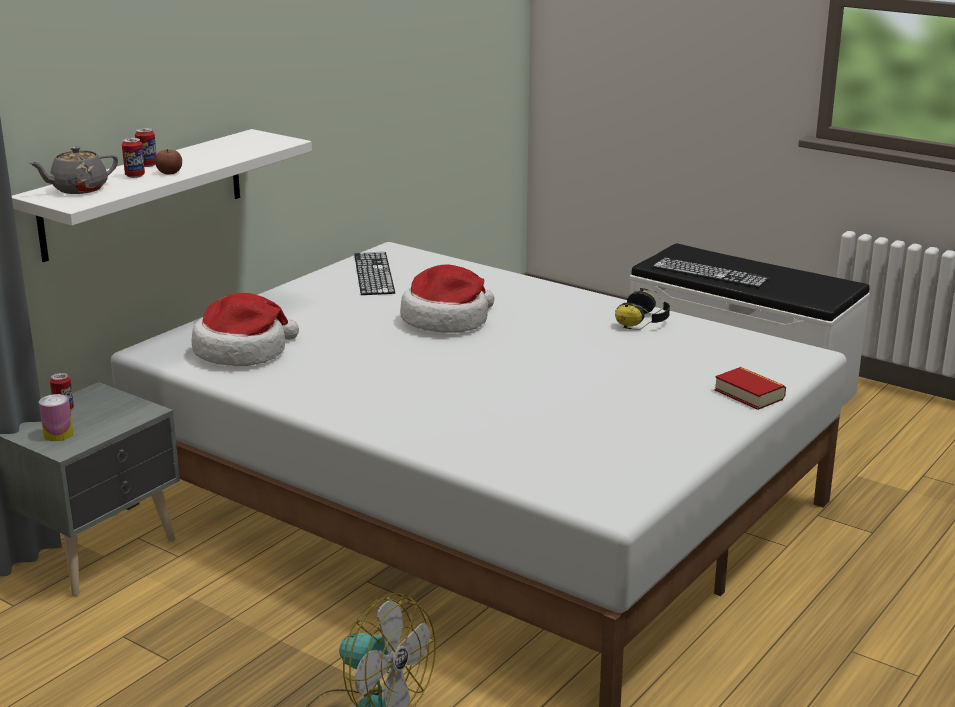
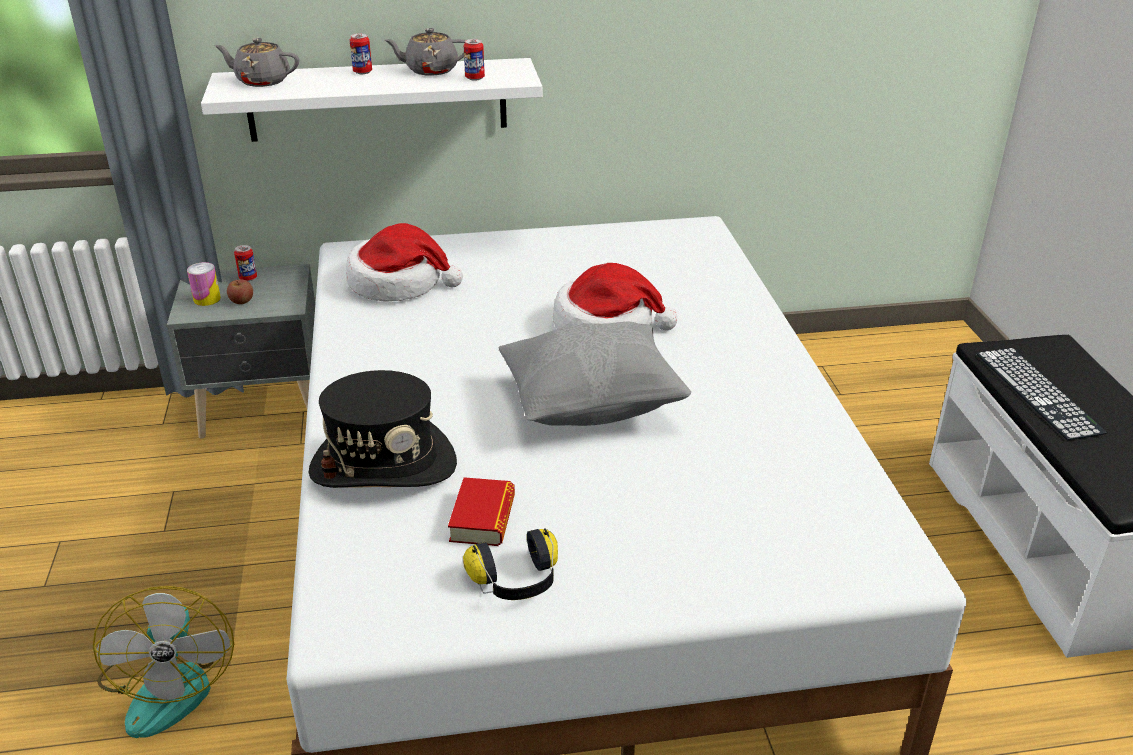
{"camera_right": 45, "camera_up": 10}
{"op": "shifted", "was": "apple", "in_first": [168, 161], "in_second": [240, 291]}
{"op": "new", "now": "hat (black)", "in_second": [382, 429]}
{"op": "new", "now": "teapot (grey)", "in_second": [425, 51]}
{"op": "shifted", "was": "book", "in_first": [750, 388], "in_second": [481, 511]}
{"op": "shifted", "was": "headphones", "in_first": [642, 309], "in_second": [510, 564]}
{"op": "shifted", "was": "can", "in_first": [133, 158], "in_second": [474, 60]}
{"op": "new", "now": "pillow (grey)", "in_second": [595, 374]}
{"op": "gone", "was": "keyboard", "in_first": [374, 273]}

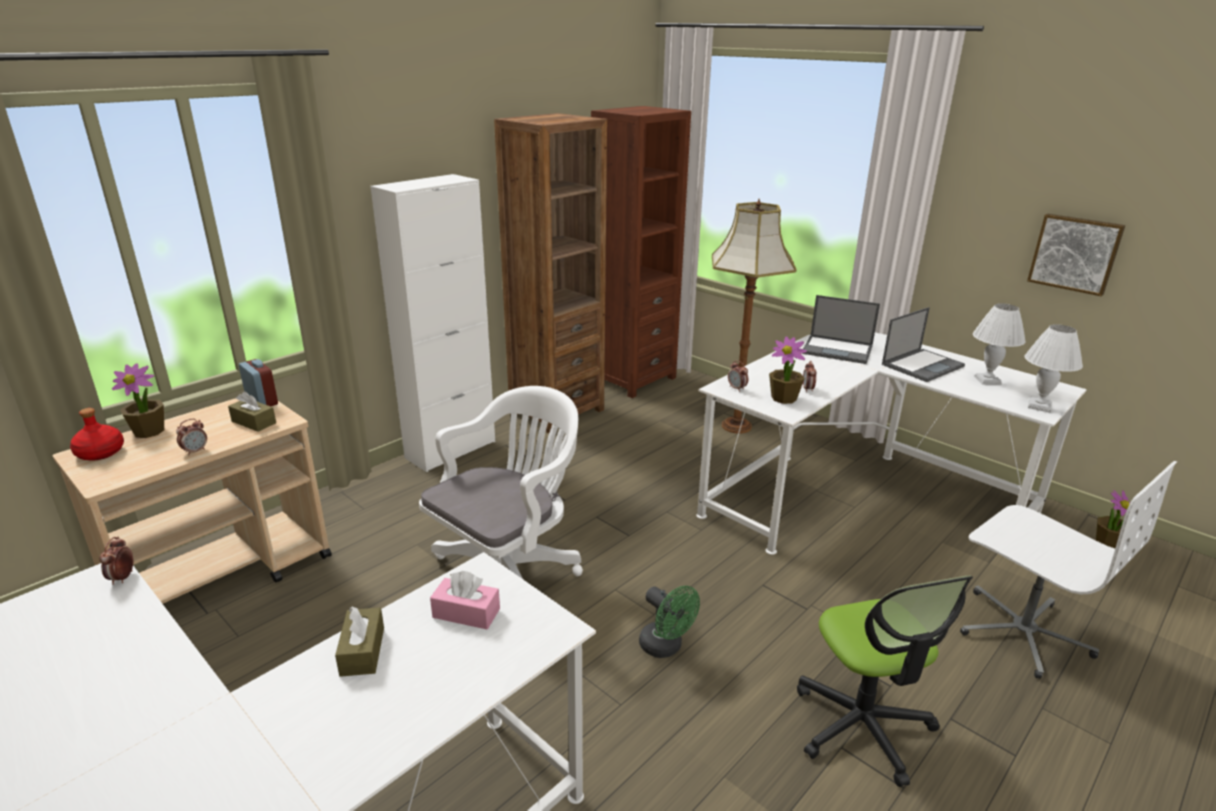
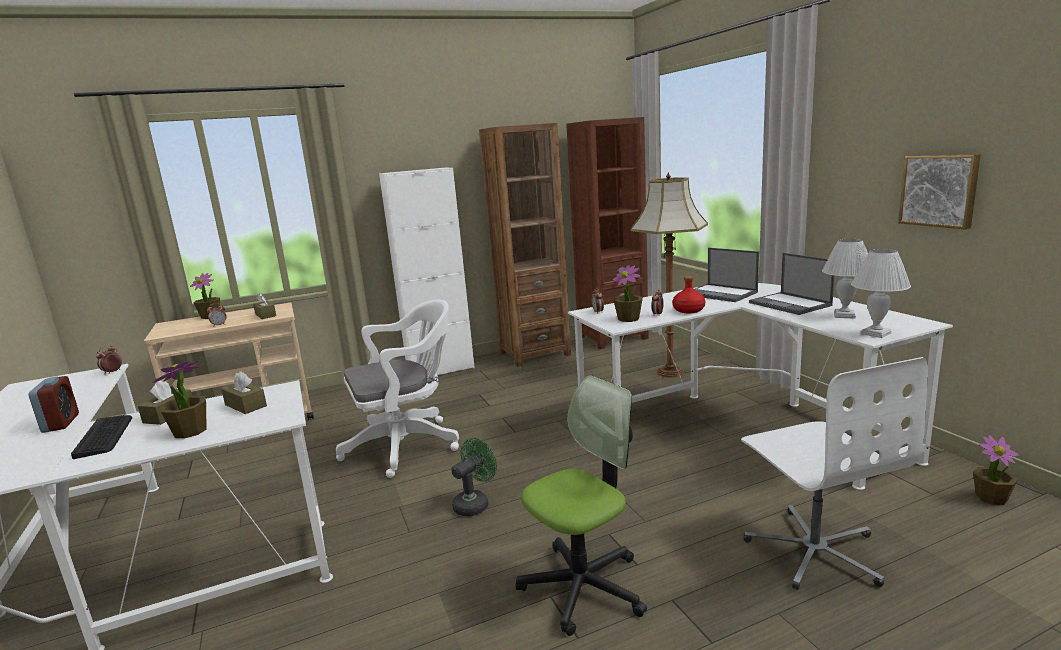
{"camera_right": 25, "camera_up": -10}
{"op": "shifted", "was": "alarm clock", "in_first": [258, 382], "in_second": [53, 404]}
{"op": "new", "now": "keyboard", "in_second": [101, 437]}
{"op": "new", "now": "potted plant", "in_second": [179, 399]}
{"op": "repainted", "was": "tissue box (pink)", "now": "tissue box (brown)", "in_first": [465, 600], "in_second": [244, 392]}
{"op": "rotated", "was": "fan (green)", "in_first": [669, 622], "in_second": [474, 477], "clockwise": -120}
{"op": "rotated", "was": "office chair", "in_first": [885, 681], "in_second": [581, 505], "clockwise": -135}
{"op": "shifted", "was": "bottle (red)", "in_first": [97, 434], "in_second": [688, 294]}
{"op": "rotated", "was": "laptop", "in_first": [923, 344], "in_second": [792, 284], "clockwise": 75}

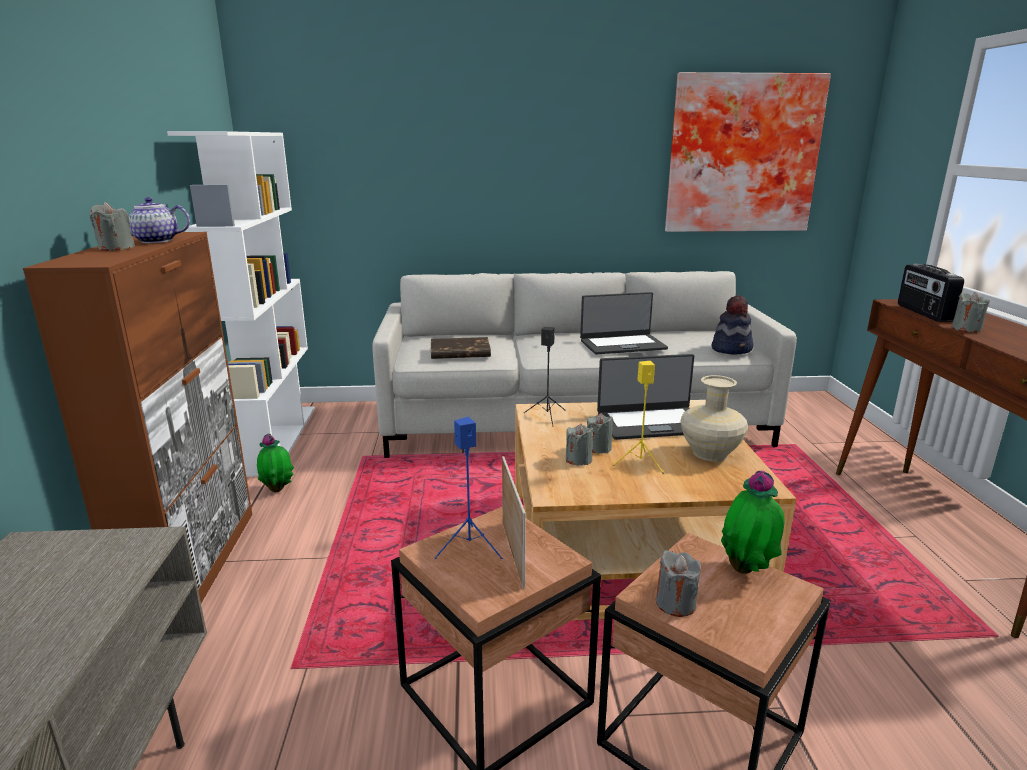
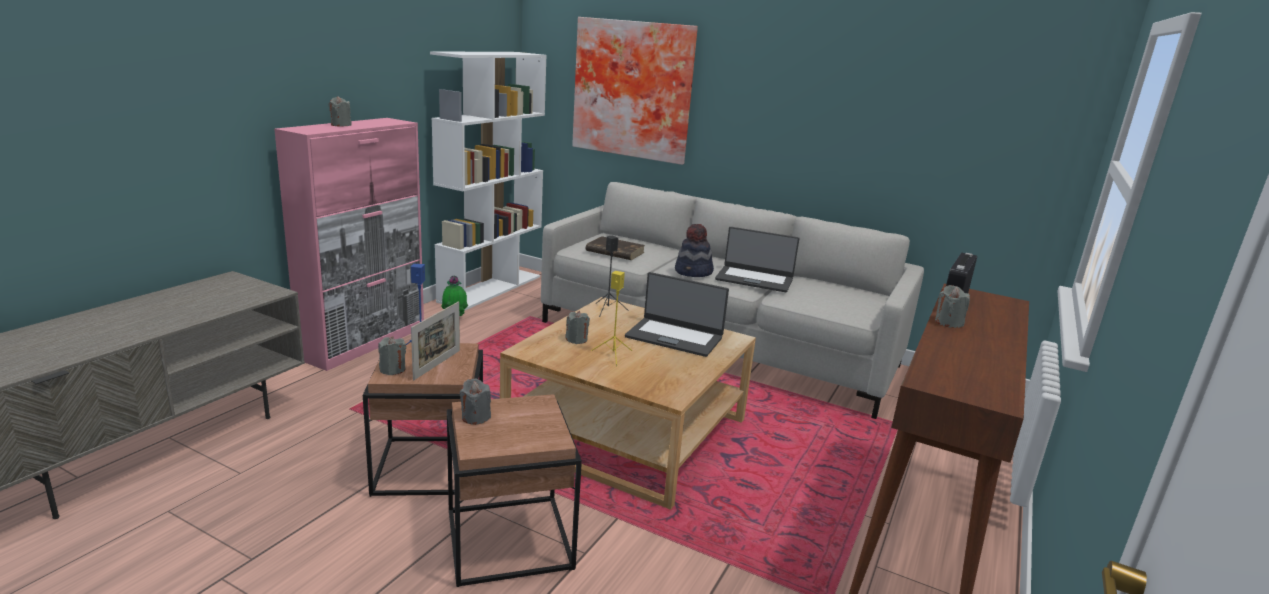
{"camera_right": 30, "camera_up": 0}
{"op": "repainted", "was": "cabinet (brown)", "now": "cabinet (pink)", "in_first": [137, 417], "in_second": [349, 244]}
{"op": "shifted", "was": "candle (grey)", "in_first": [600, 433], "in_second": [392, 355]}
{"op": "shifted", "was": "picture", "in_first": [748, 152], "in_second": [635, 91]}
{"op": "shifted", "was": "hat", "in_first": [732, 324], "in_second": [694, 250]}
{"op": "gone", "was": "teapot", "in_first": [154, 220]}
{"op": "gone", "was": "vase (beige)", "in_first": [714, 418]}
{"op": "gone", "was": "potted plant", "in_first": [752, 522]}

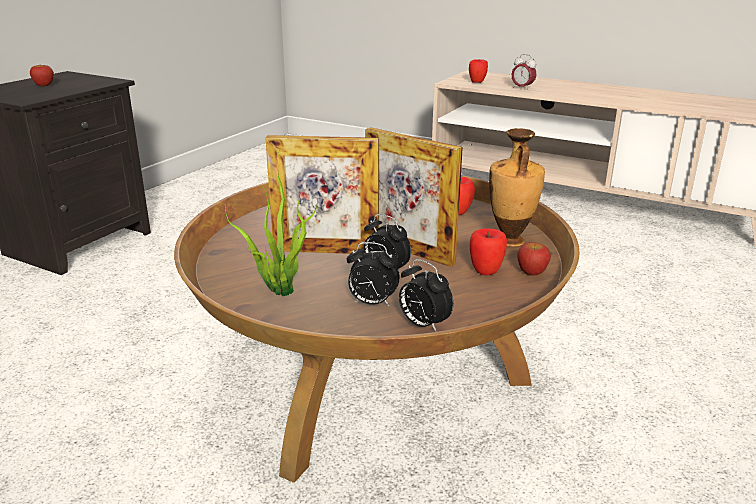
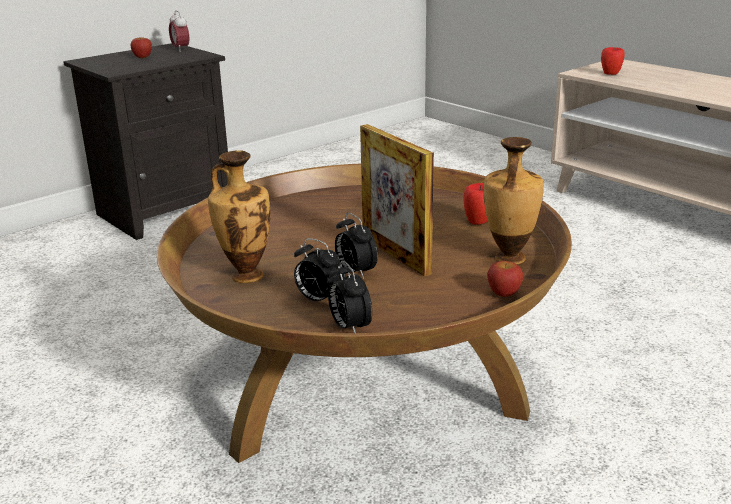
{"camera_right": 20, "camera_up": 0}
{"op": "shifted", "was": "alarm clock", "in_first": [524, 71], "in_second": [179, 31]}
{"op": "swapped", "was": "potted plant", "now": "vase", "in_first": [271, 222], "in_second": [239, 216]}
{"op": "gone", "was": "picture frame", "in_first": [322, 194]}
{"op": "gone", "was": "apple", "in_first": [488, 251]}

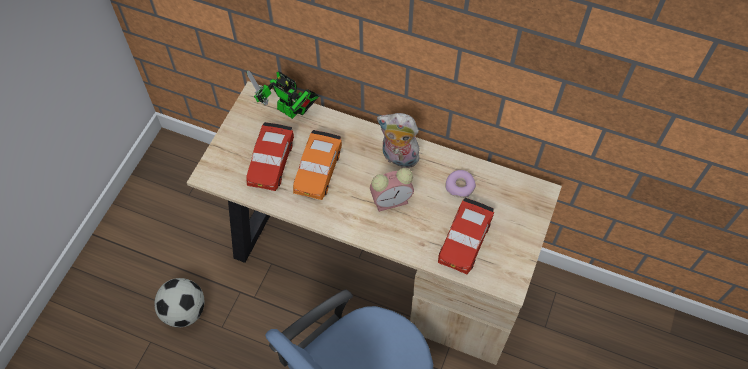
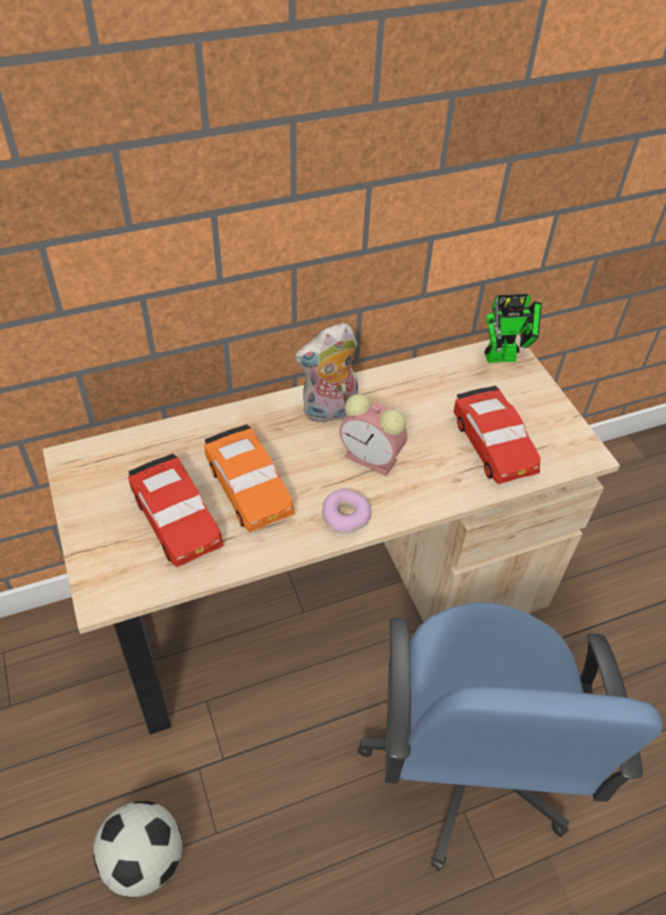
{"camera_right": -45, "camera_up": -10}
{"op": "shifted", "was": "donut", "in_first": [460, 184], "in_second": [346, 511]}
{"op": "rotated", "was": "alarm clock", "in_first": [392, 190], "in_second": [373, 435], "clockwise": 90}
{"op": "shifted", "was": "toy robot", "in_first": [283, 95], "in_second": [513, 328]}

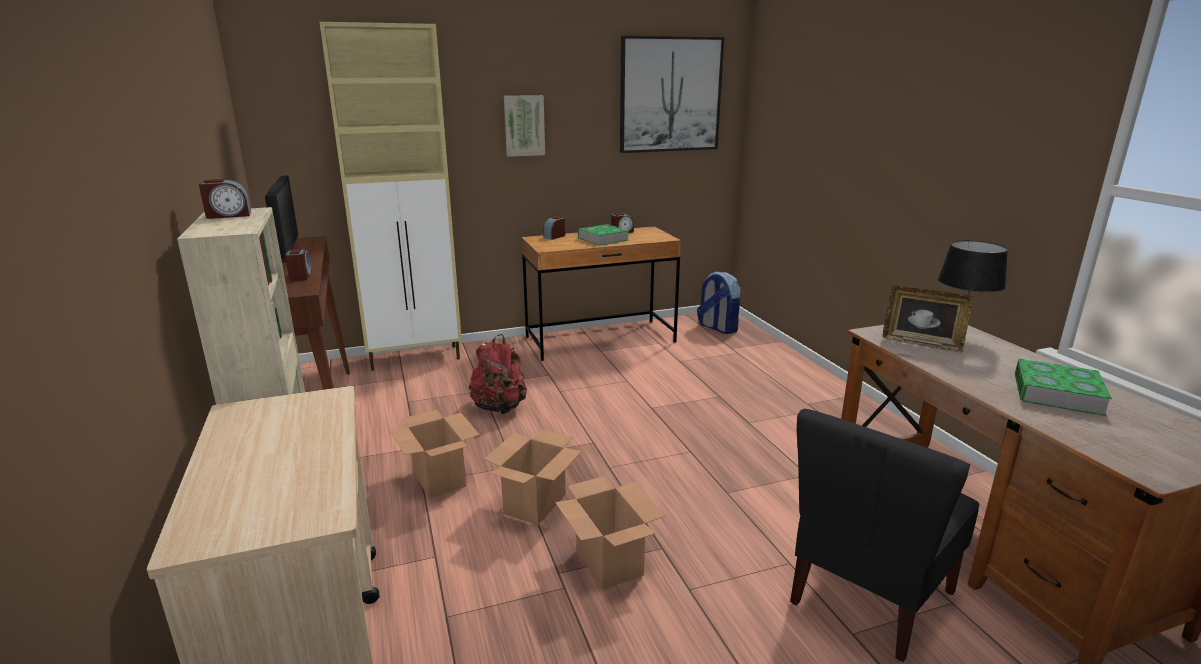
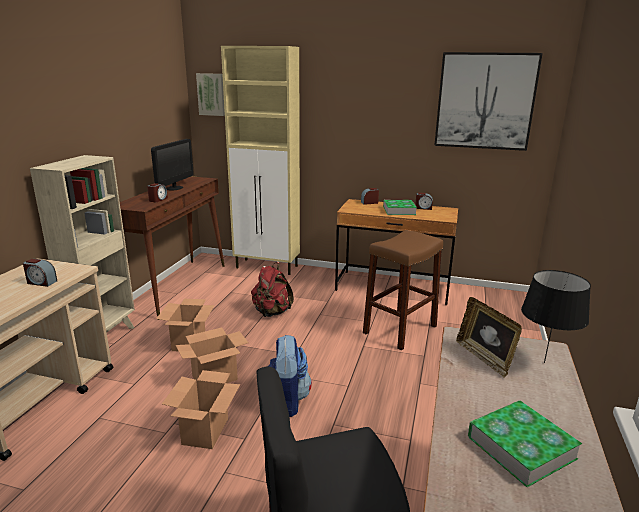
{"camera_right": 35, "camera_up": 0}
{"op": "shifted", "was": "alarm clock", "in_first": [225, 199], "in_second": [40, 273]}
{"op": "shifted", "was": "picture", "in_first": [524, 126], "in_second": [210, 94]}
{"op": "shifted", "was": "backpack", "in_first": [719, 302], "in_second": [290, 376]}
{"op": "new", "now": "stool (brown)", "in_second": [403, 290]}

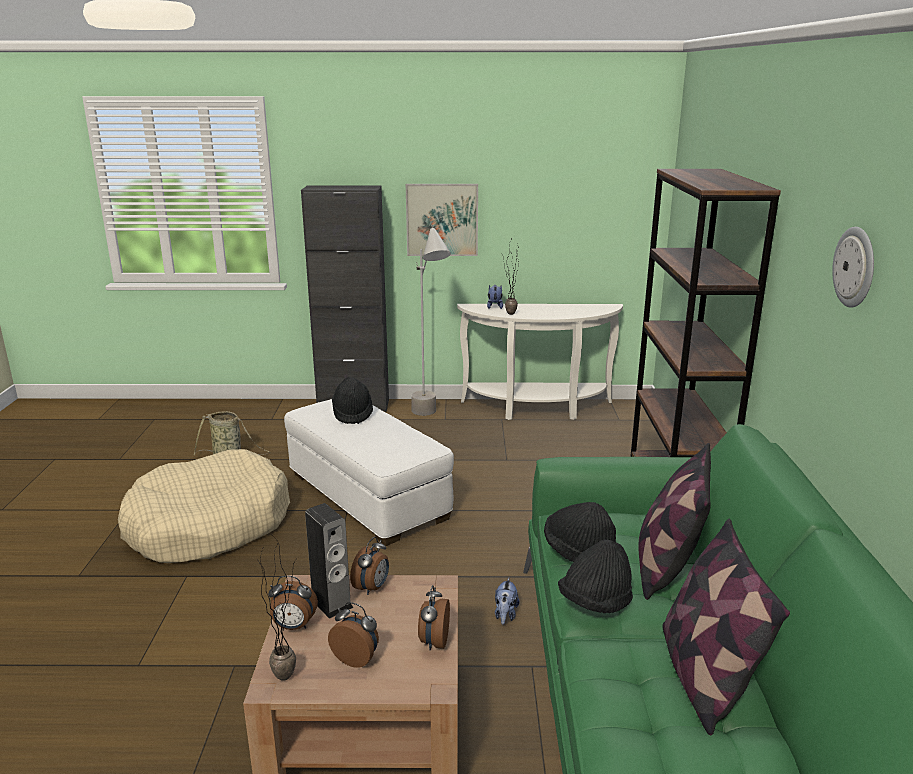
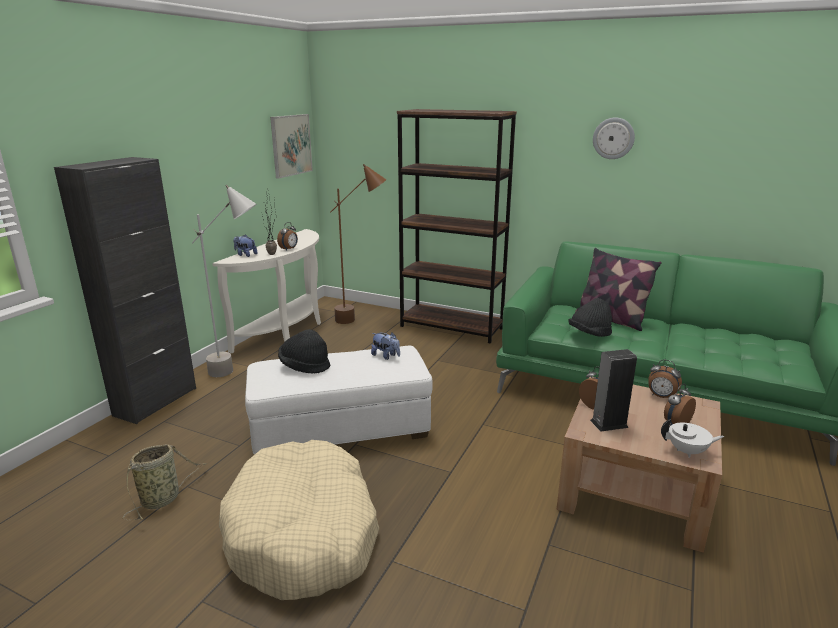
{"camera_right": -65, "camera_up": 0}
{"op": "shifted", "was": "picture", "in_first": [442, 220], "in_second": [291, 146]}
{"op": "shifted", "was": "alarm clock", "in_first": [293, 603], "in_second": [287, 236]}
{"op": "new", "now": "floor lamp (brown)", "in_second": [358, 244]}
{"op": "shifted", "was": "plush toy", "in_first": [507, 601], "in_second": [385, 346]}
{"op": "swapped", "was": "potted plant", "now": "teapot (white)", "in_first": [277, 608], "in_second": [692, 438]}
{"op": "gone", "was": "hat (black)", "in_first": [595, 576]}
{"op": "gone", "was": "pillow", "in_first": [726, 627]}

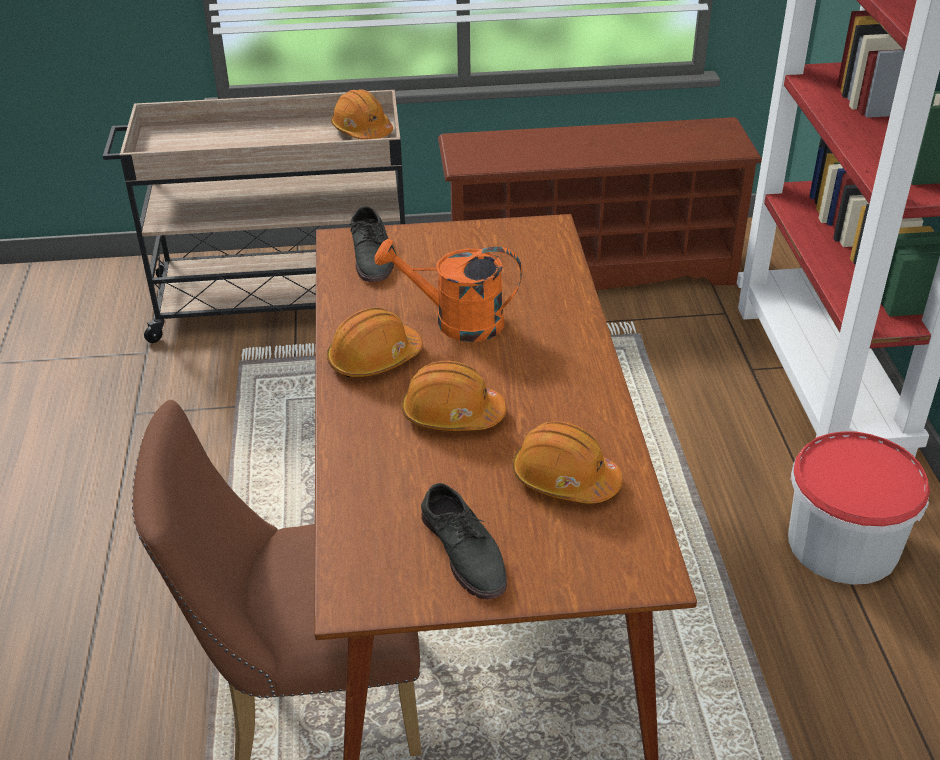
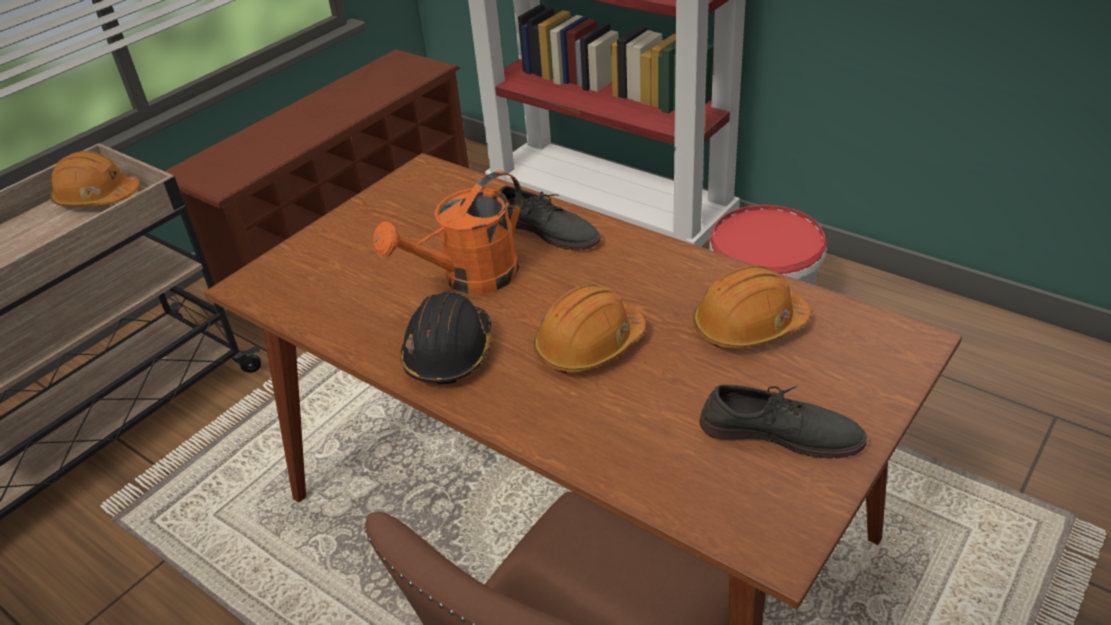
{"camera_right": -45, "camera_up": 0}
{"op": "repainted", "was": "hard hat (orange)", "now": "hard hat (black)", "in_first": [375, 343], "in_second": [445, 338]}
{"op": "shifted", "was": "shoe (grey)", "in_first": [372, 244], "in_second": [550, 218]}

